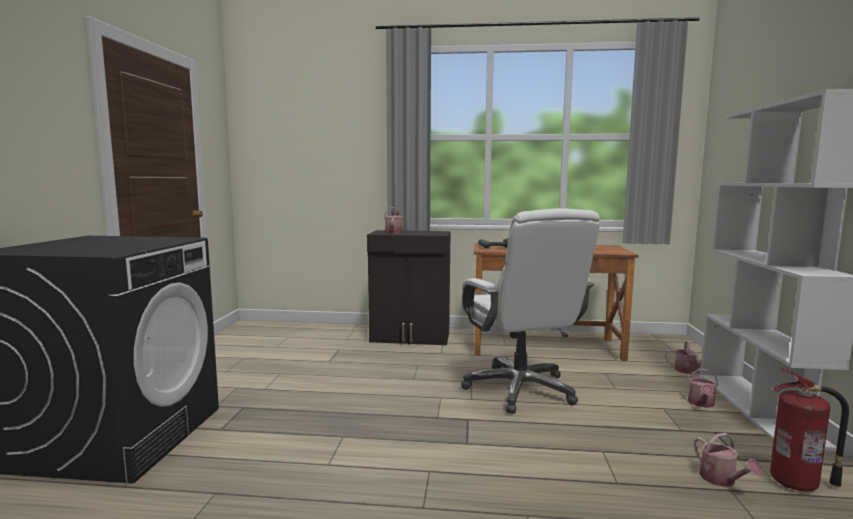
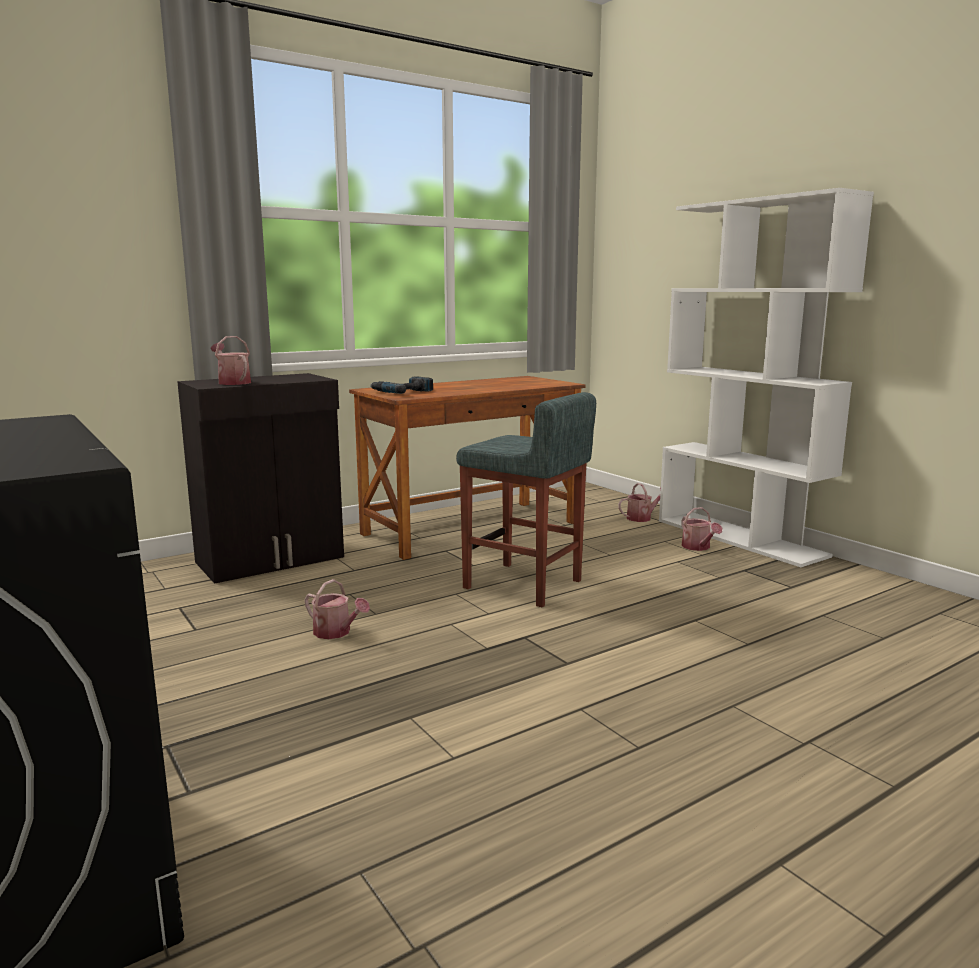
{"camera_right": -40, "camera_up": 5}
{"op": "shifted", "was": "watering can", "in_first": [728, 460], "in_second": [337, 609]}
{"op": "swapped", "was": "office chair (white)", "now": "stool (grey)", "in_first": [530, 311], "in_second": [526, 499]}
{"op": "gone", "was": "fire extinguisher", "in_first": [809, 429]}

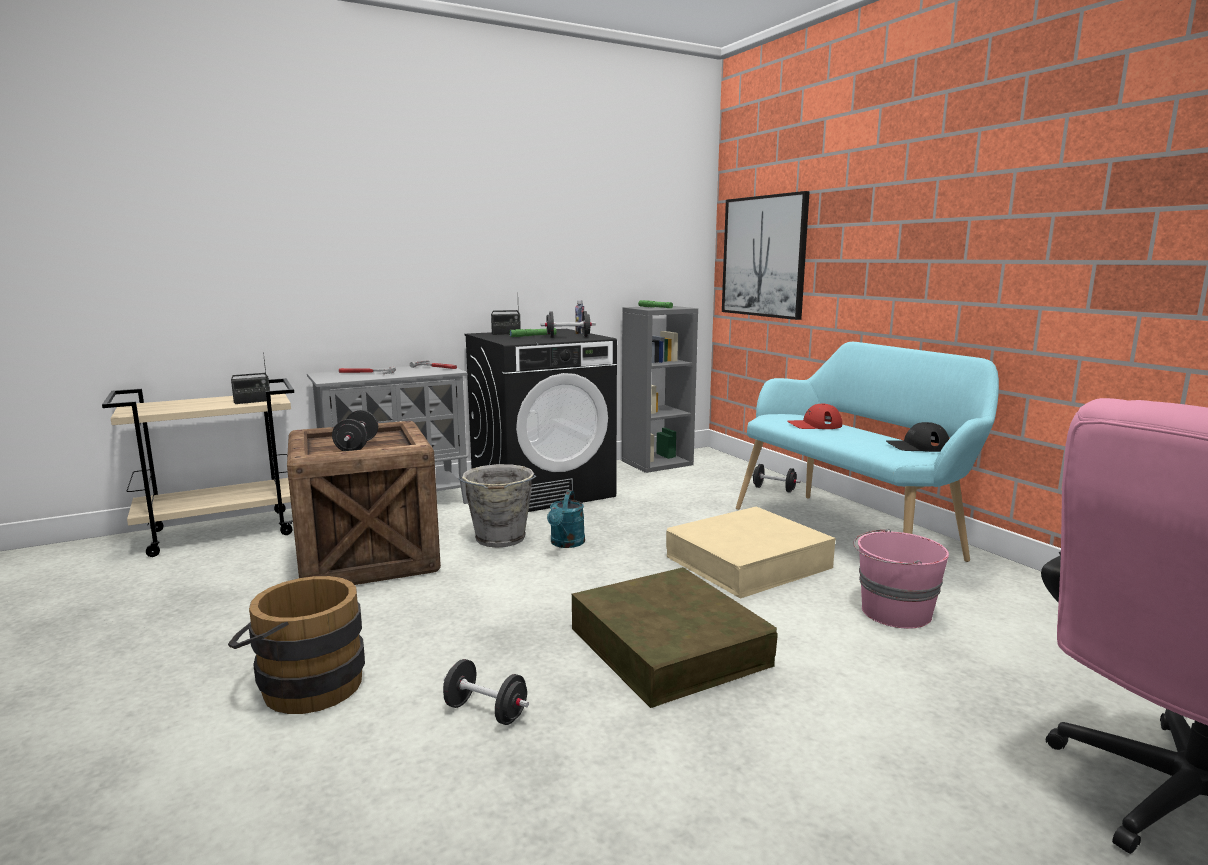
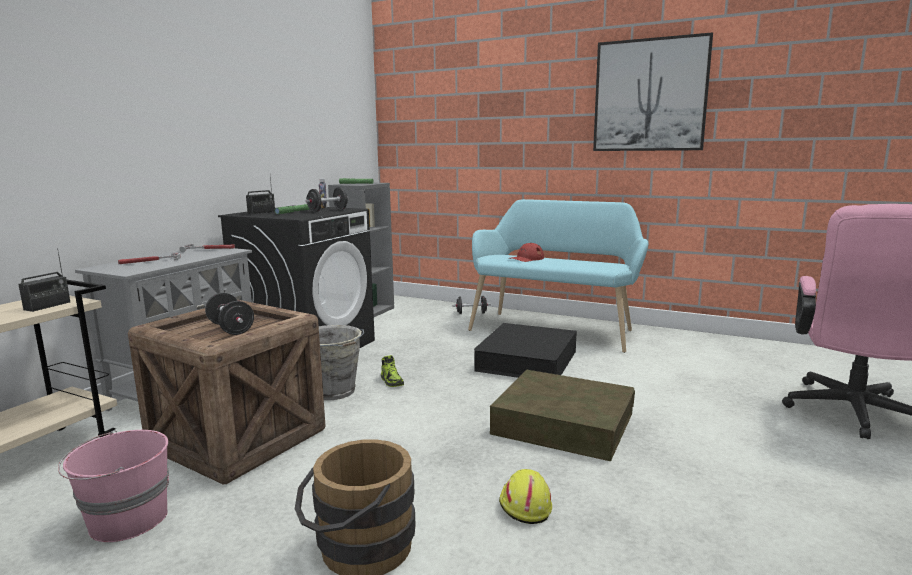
{"camera_right": -35, "camera_up": 0}
{"op": "shifted", "was": "bucket (pink)", "in_first": [901, 579], "in_second": [113, 486]}
{"op": "swapped", "was": "watering can (turquoise)", "now": "shoe", "in_first": [566, 519], "in_second": [392, 371]}
{"op": "repainted", "was": "storage box (beige)", "now": "storage box (black)", "in_first": [751, 552], "in_second": [525, 350]}
{"op": "swapped", "was": "dumbbell (black)", "now": "hard hat (yellow)", "in_first": [486, 692], "in_second": [525, 496]}
{"op": "shifted", "was": "picture", "in_first": [766, 255], "in_second": [653, 91]}
{"op": "gone", "was": "cap (black)", "in_first": [917, 437]}

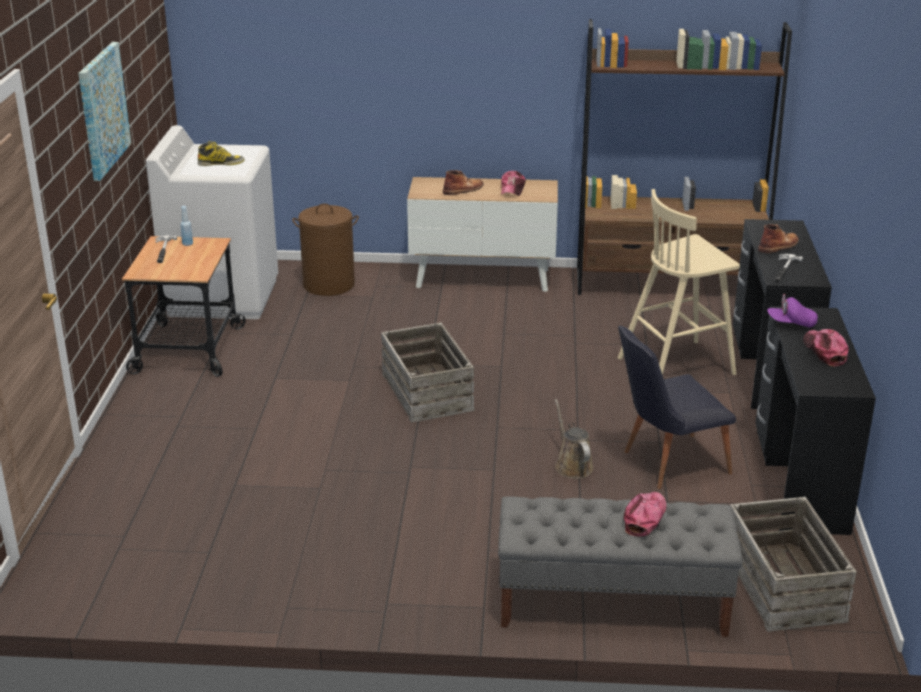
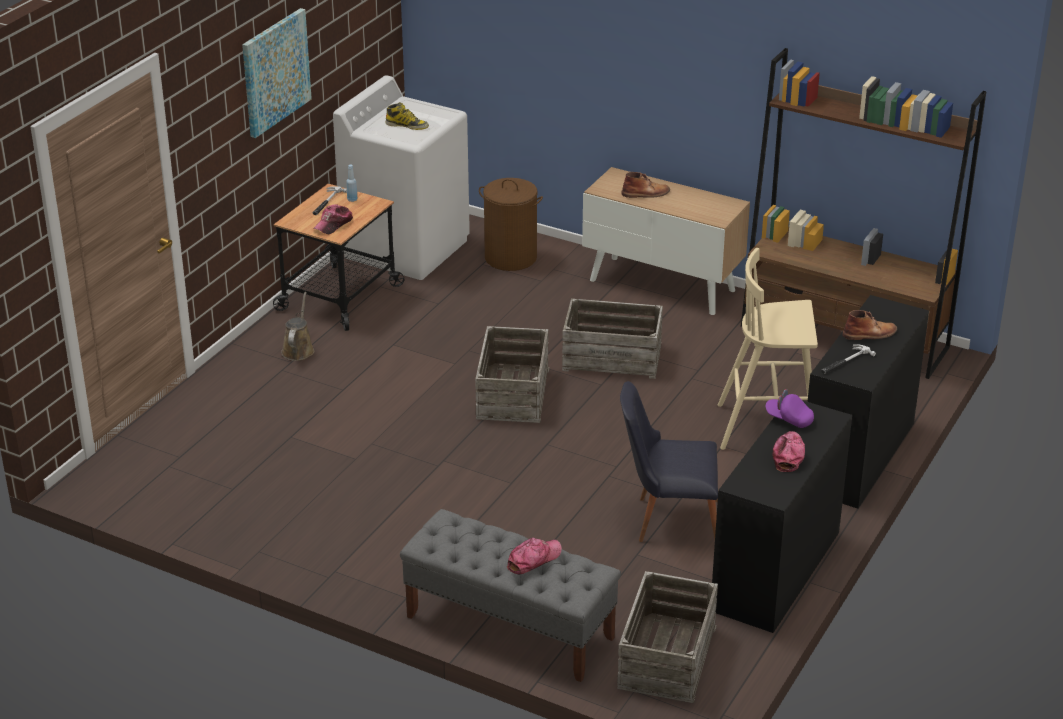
{"camera_right": 25, "camera_up": 5}
{"op": "shifted", "was": "watering can (brown)", "in_first": [574, 439], "in_second": [297, 326]}
{"op": "shifted", "was": "cap", "in_first": [513, 183], "in_second": [333, 219]}
{"op": "new", "now": "crate", "in_second": [612, 338]}

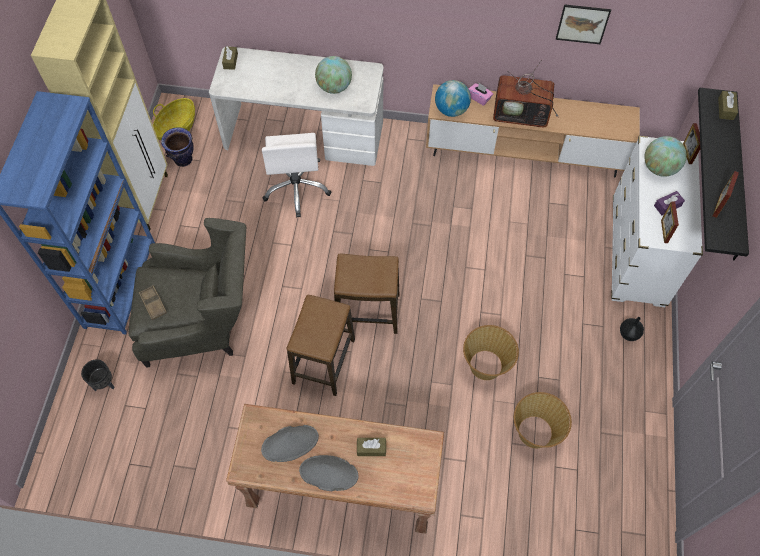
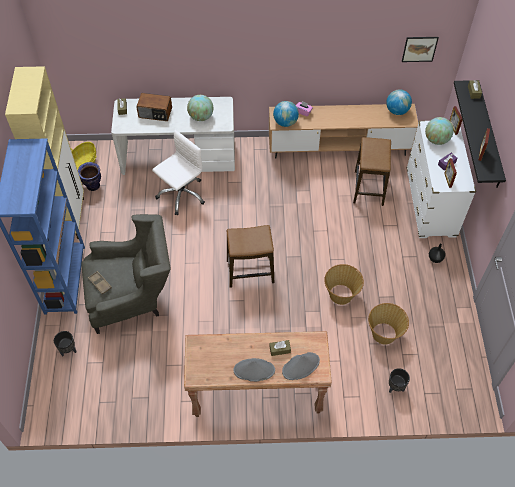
{"camera_right": -10, "camera_up": -5}
{"op": "new", "now": "radio", "in_second": [154, 107]}
{"op": "rotated", "was": "office chair (white)", "in_first": [296, 175], "in_second": [178, 172], "clockwise": -120}
{"op": "shifted", "was": "hat (grey)", "in_first": [290, 443], "in_second": [301, 366]}
{"op": "shifted", "was": "stool", "in_first": [321, 345], "in_second": [372, 171]}
{"op": "new", "now": "globe", "in_second": [399, 102]}
{"op": "new", "now": "planter (black)", "in_second": [399, 380]}
{"op": "shifted", "was": "picture", "in_first": [583, 24], "in_second": [420, 49]}
{"op": "gone", "was": "television", "in_first": [525, 93]}

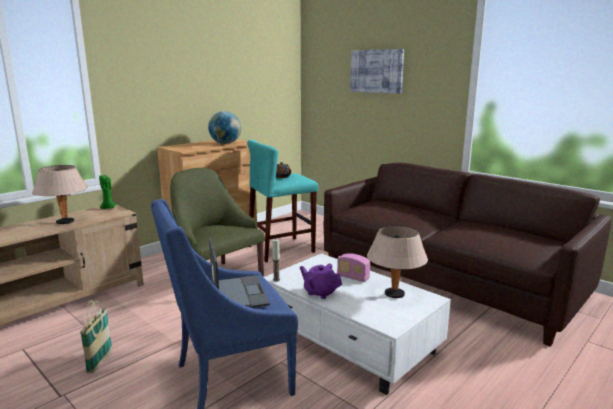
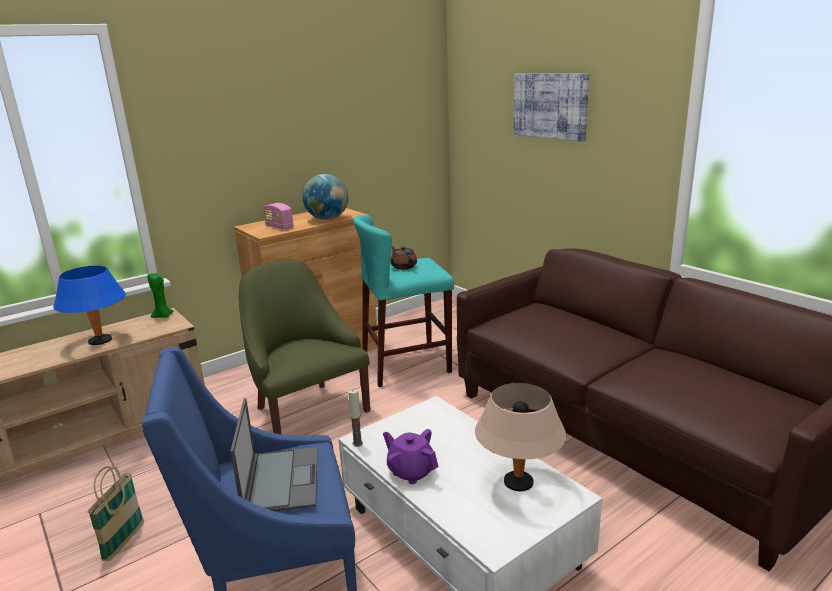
{"camera_right": 10, "camera_up": 5}
{"op": "repainted", "was": "table lamp (beige)", "now": "table lamp (blue)", "in_first": [60, 194], "in_second": [89, 305]}
{"op": "shifted", "was": "radio", "in_first": [353, 267], "in_second": [278, 216]}

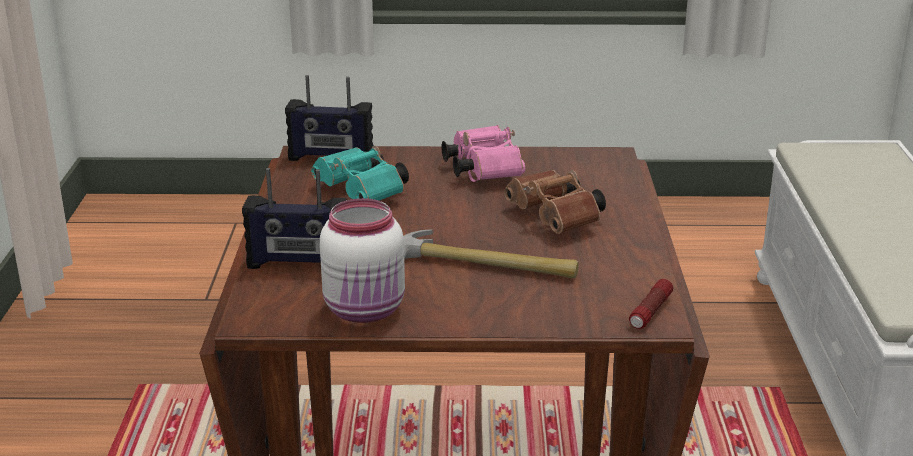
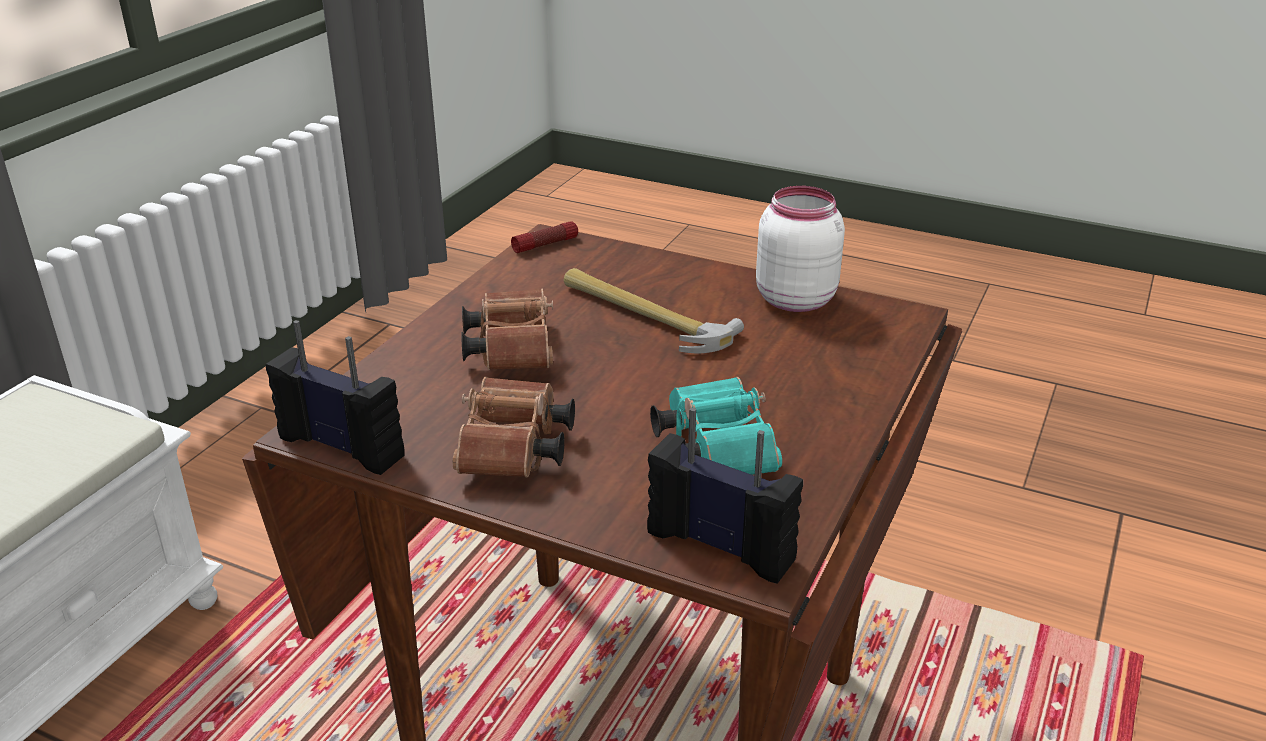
{"camera_right": -155, "camera_up": 5}
{"op": "shifted", "was": "radio", "in_first": [294, 218], "in_second": [335, 397]}
{"op": "repainted", "was": "binoculars (pink)", "now": "binoculars (brown)", "in_first": [483, 153], "in_second": [514, 427]}

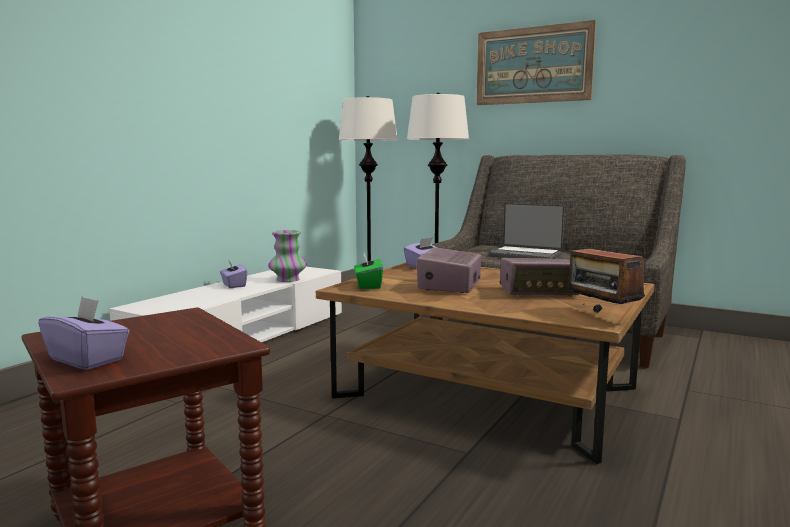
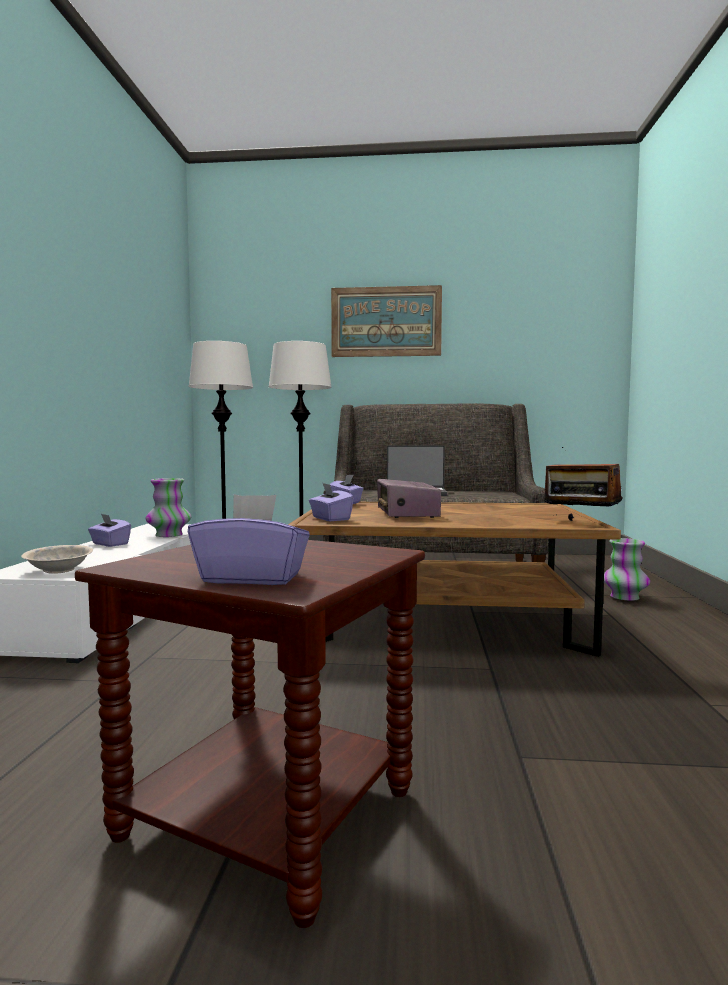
{"camera_right": -25, "camera_up": -5}
{"op": "new", "now": "bowl (beige)", "in_second": [57, 559]}
{"op": "repainted", "was": "tissue box (green)", "now": "tissue box (purple)", "in_first": [368, 270], "in_second": [331, 502]}
{"op": "new", "now": "vase", "in_second": [627, 569]}
{"op": "gone", "was": "radio", "in_first": [539, 277]}

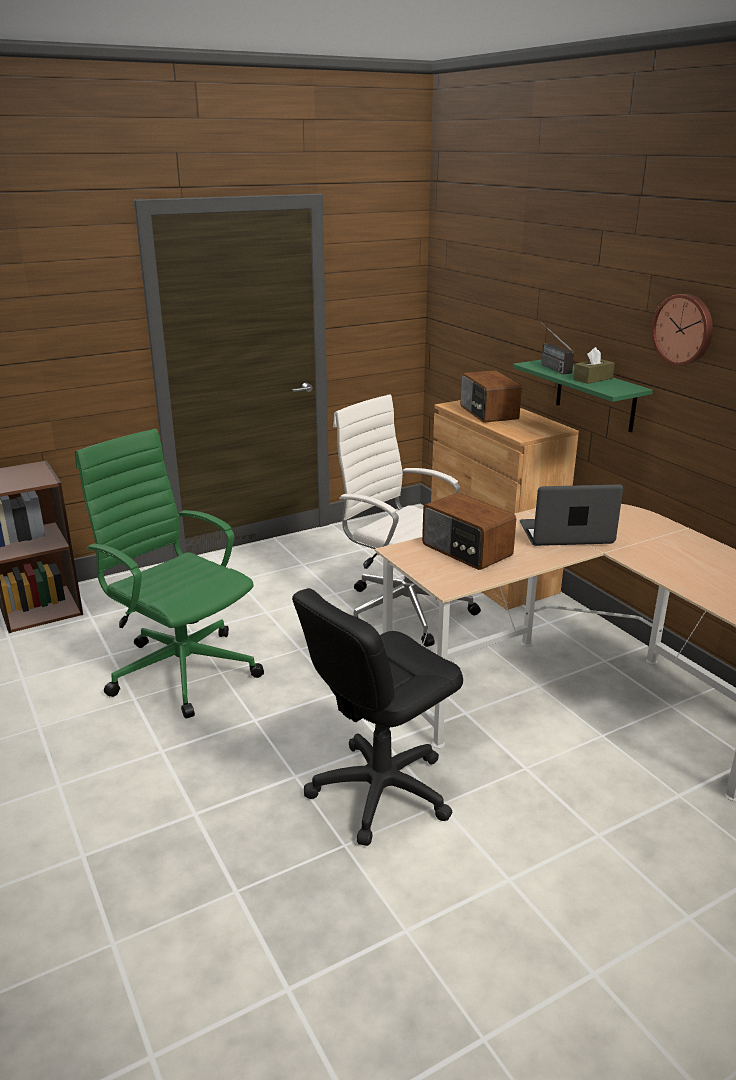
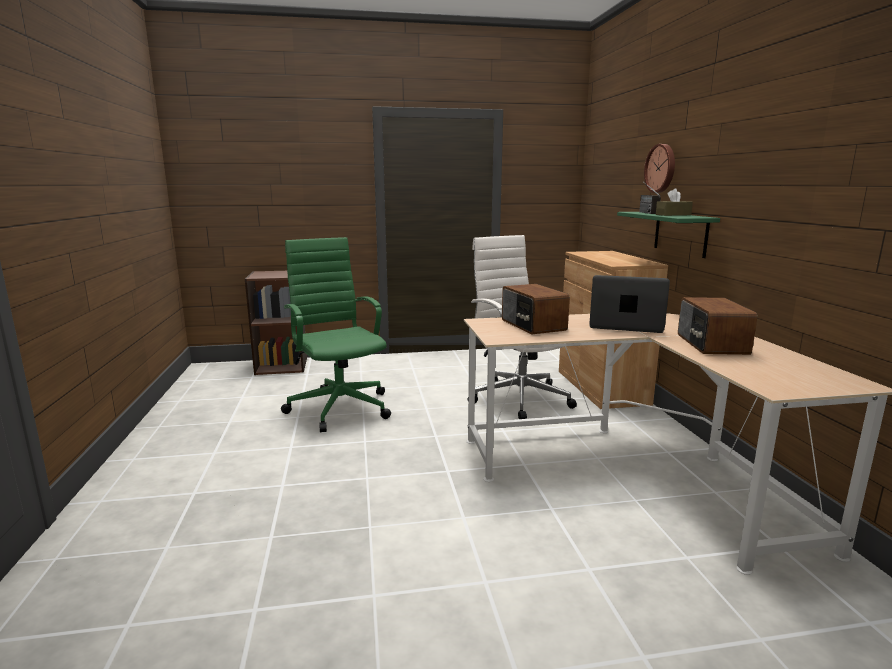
{"camera_right": 20, "camera_up": -10}
{"op": "shifted", "was": "wall clock", "in_first": [682, 330], "in_second": [659, 168]}
{"op": "shifted", "was": "radio", "in_first": [491, 396], "in_second": [717, 326]}
{"op": "gone", "was": "office chair (black)", "in_first": [377, 717]}

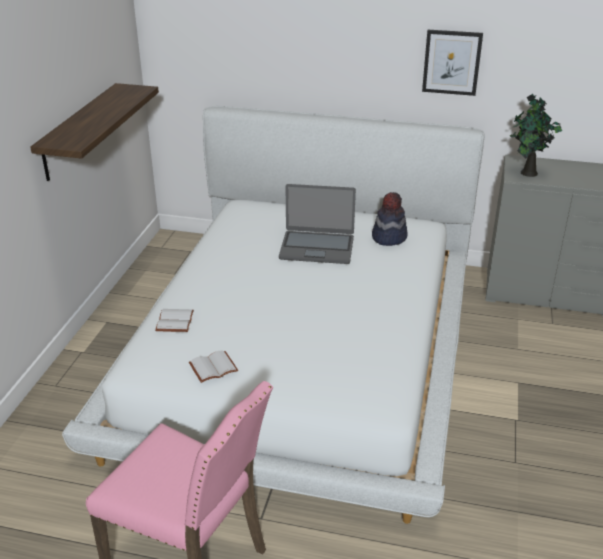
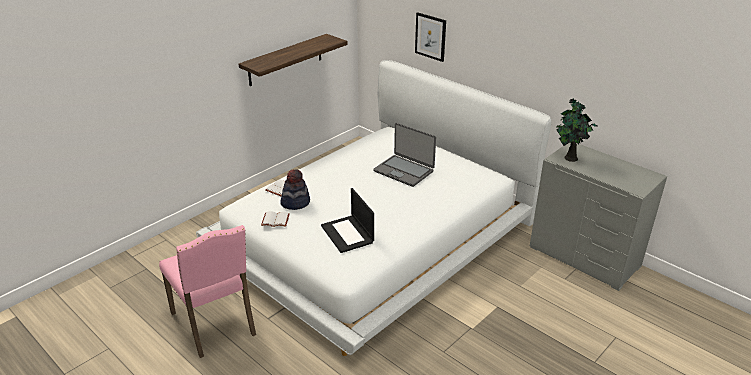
{"camera_right": 30, "camera_up": 0}
{"op": "shifted", "was": "hat", "in_first": [390, 219], "in_second": [295, 189]}
{"op": "new", "now": "laptop", "in_second": [347, 220]}
{"op": "shifted", "was": "picture", "in_first": [452, 63], "in_second": [430, 37]}

